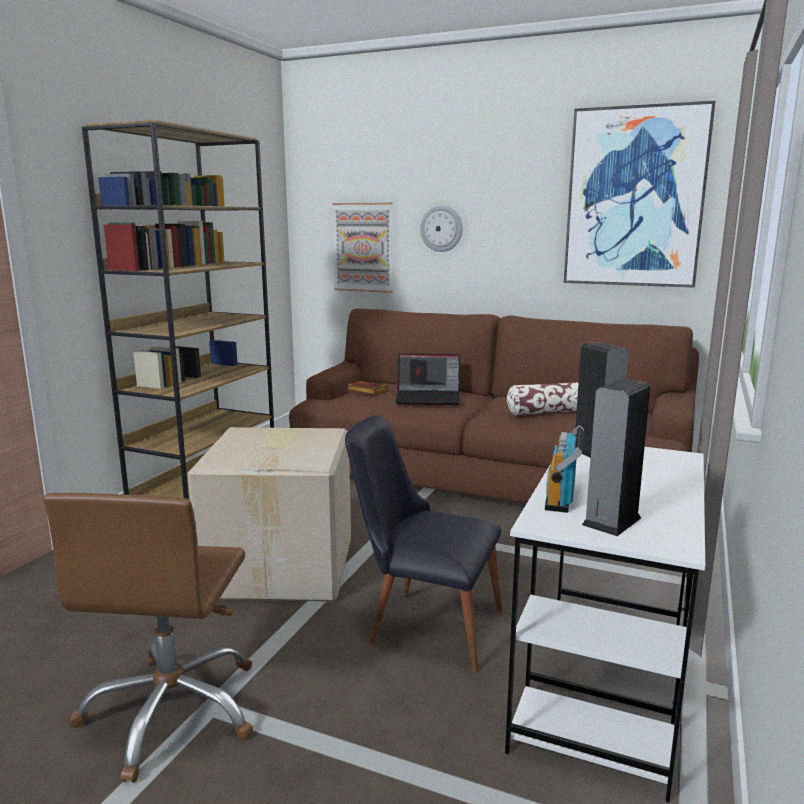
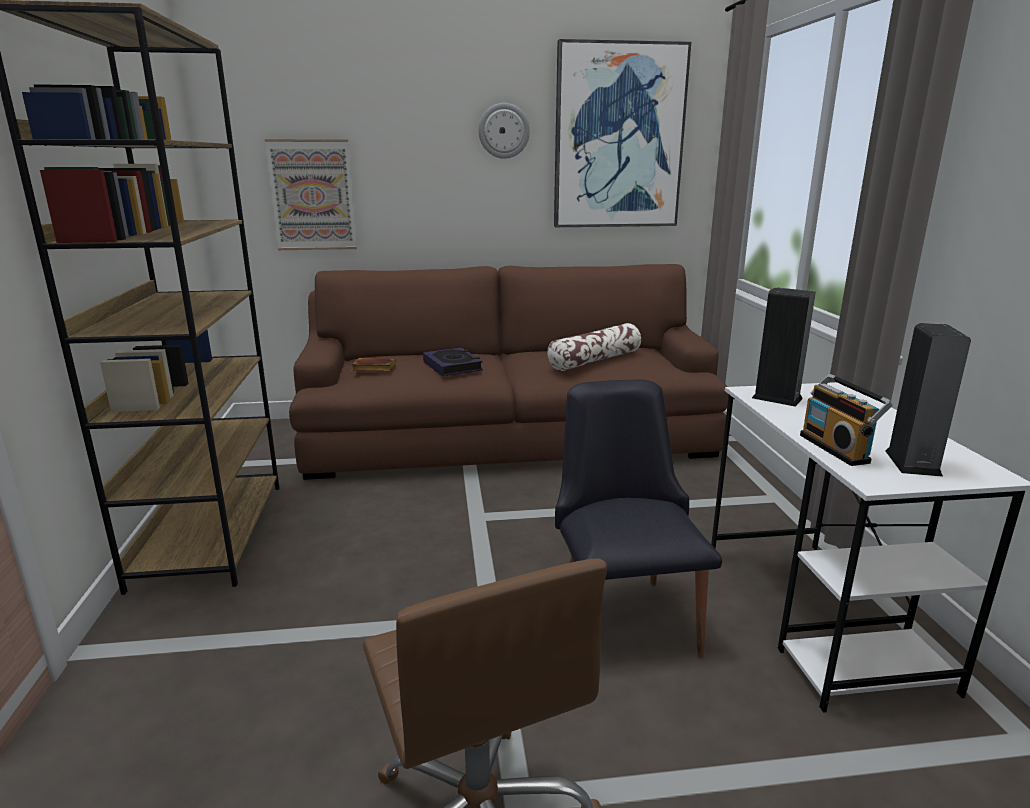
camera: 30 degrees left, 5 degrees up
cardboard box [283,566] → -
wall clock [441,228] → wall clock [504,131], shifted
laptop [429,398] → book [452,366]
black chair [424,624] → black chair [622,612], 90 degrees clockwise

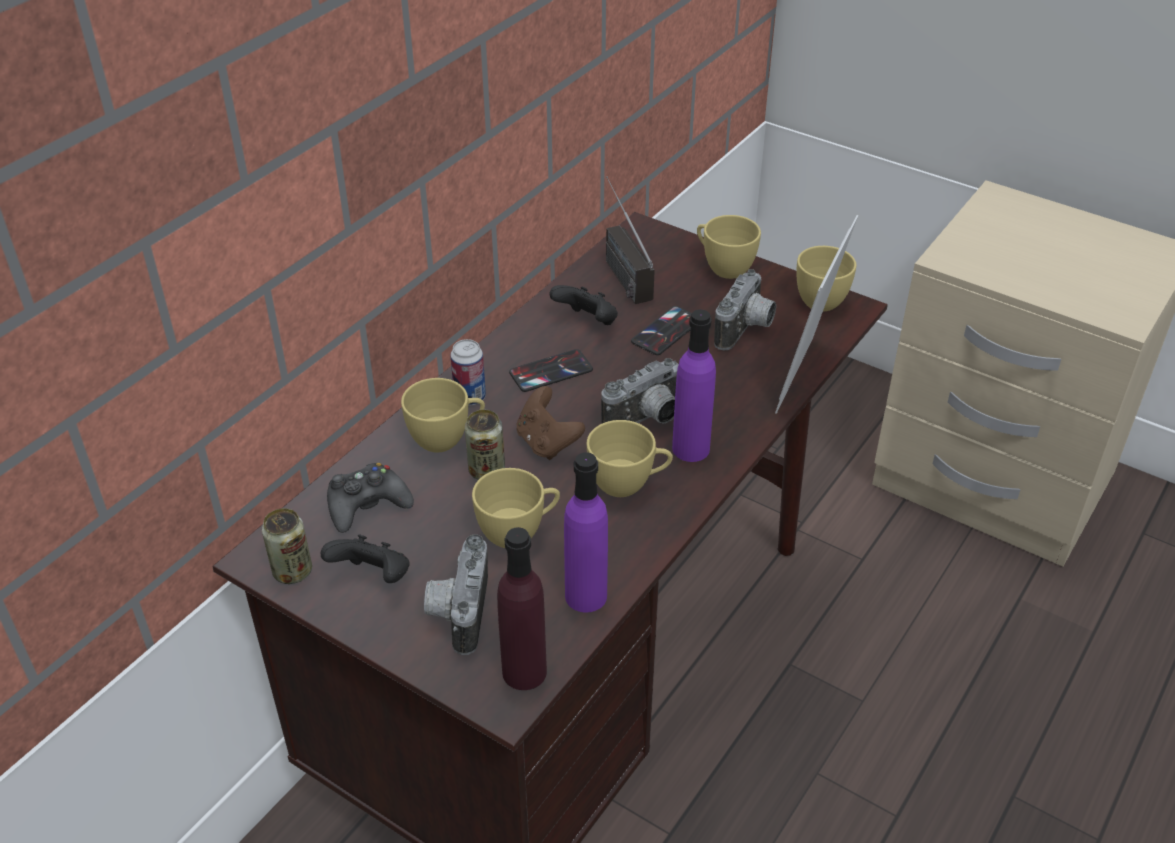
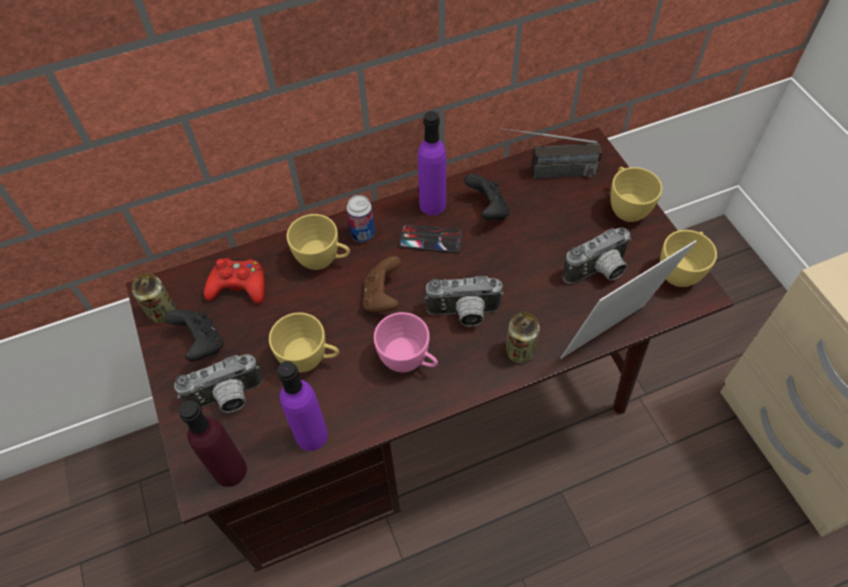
camera: 35 degrees right, 15 degrees up
phone [666,331] → -
can [486,470] → can [520,351], shifted
purple bottle [690,448] → purple bottle [432,204], shifted
black game controller [367,505] → red game controller [239,286]
yellow cup [628,484] → pink cup [409,361]
photo camera [457,612] → photo camera [227,399], 150 degrees counterclockwise
radio [618,269] → radio [546,173], 105 degrees counterclockwise

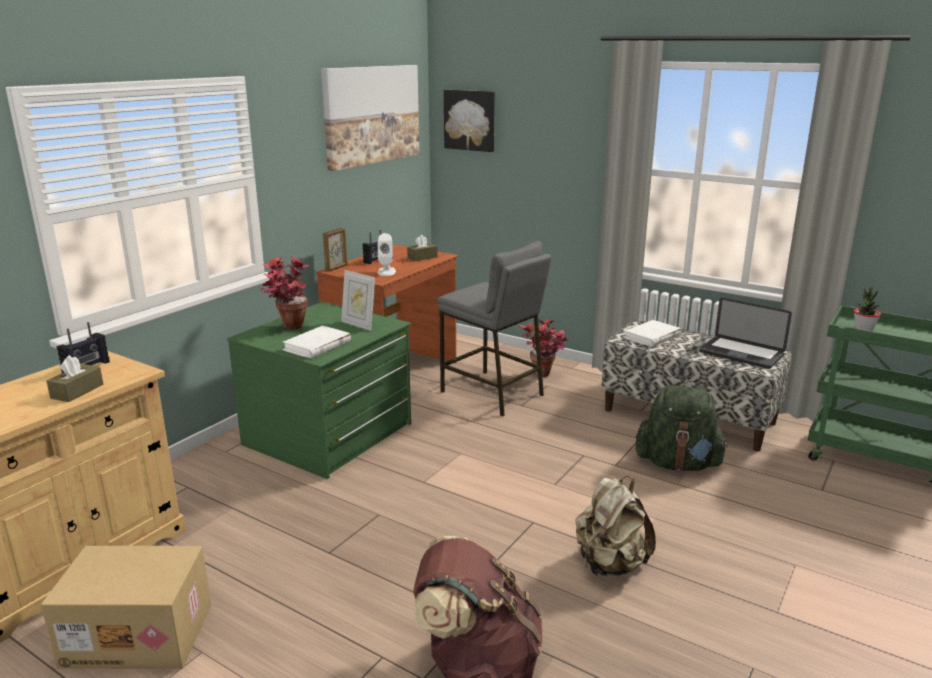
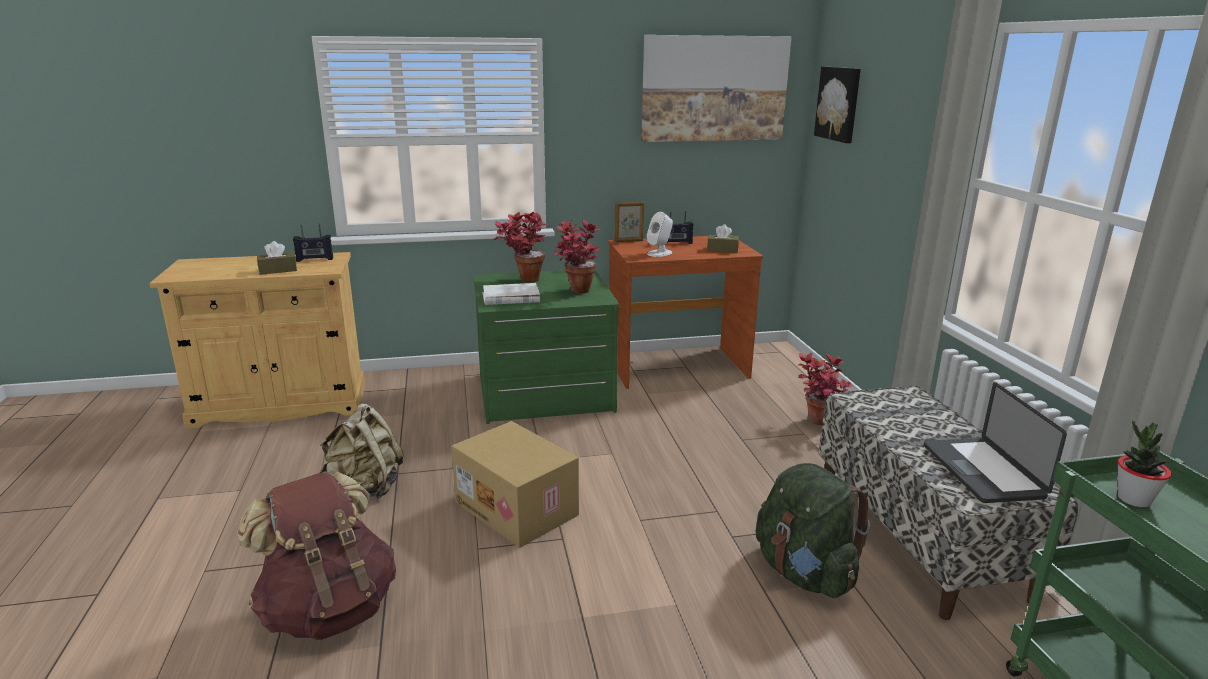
camera: 45 degrees right, 0 degrees up
grey stool [492,393] → -
white book [652,336] → -
cardboard box [140,633] → cardboard box [518,508], shifted
beige backpack [610,564] → beige backpack [366,488], shifted
picture frame [359,324] → potted plant [576,293]

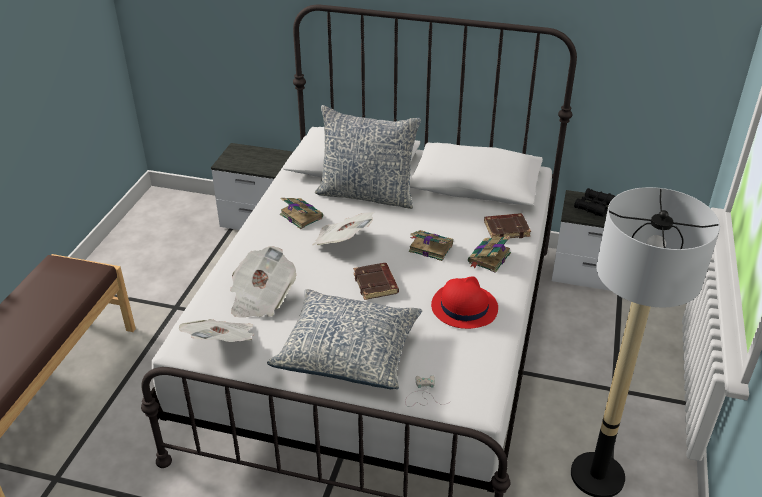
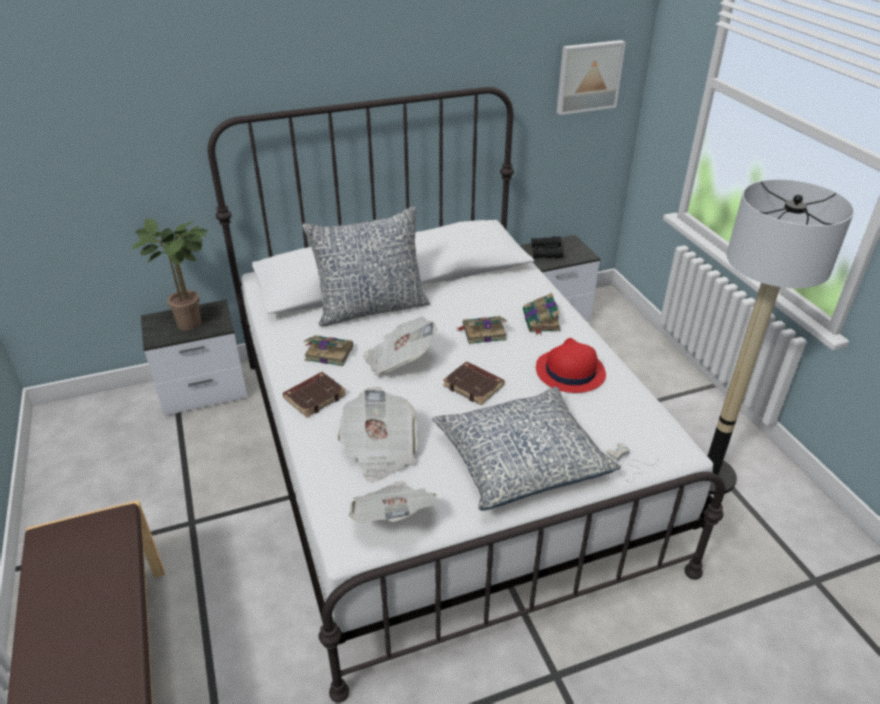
camera: 35 degrees left, 0 degrees up
- → potted plant [194,323]
- → picture [588,76]
brown book [507,229] → brown book [314,397], shifted

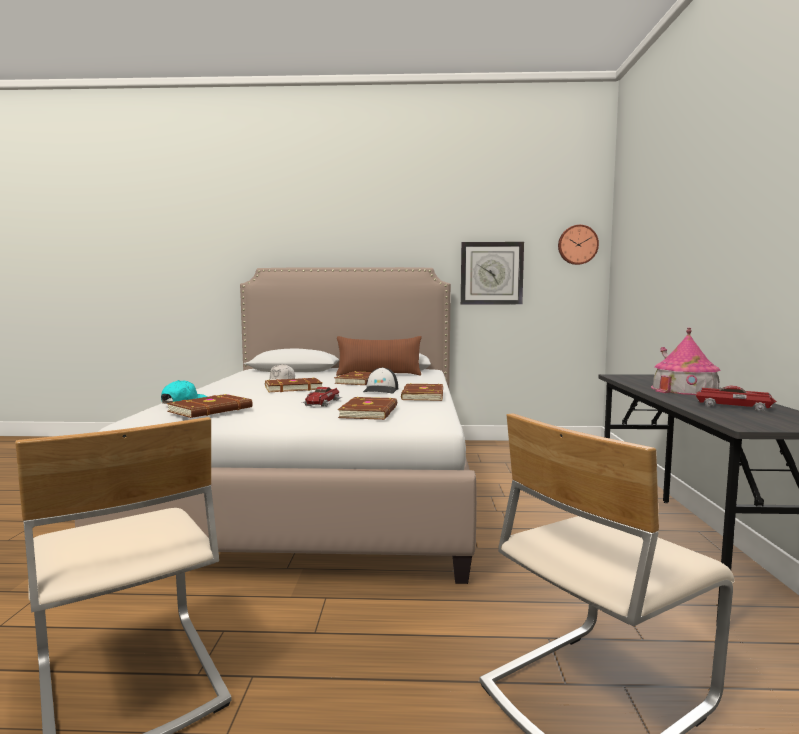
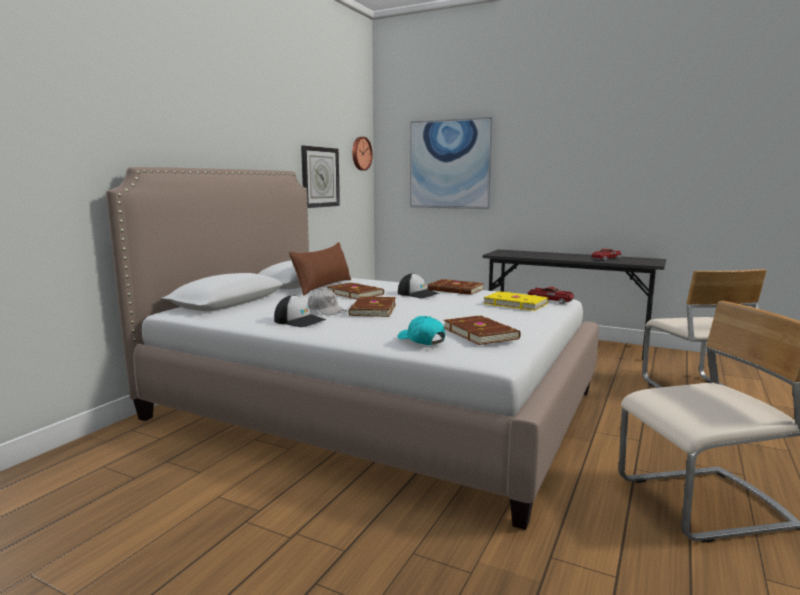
camera: 65 degrees left, 5 degrees up
toy house [685,389] → -
- → cap [300,321]
- → picture [450,164]
toy car [323,402] → toy car [551,300], shifted
brown book [370,412] → yellow book [515,303]

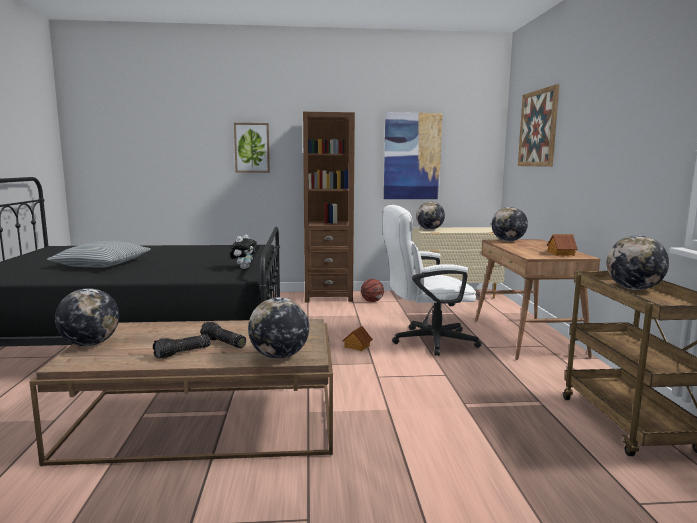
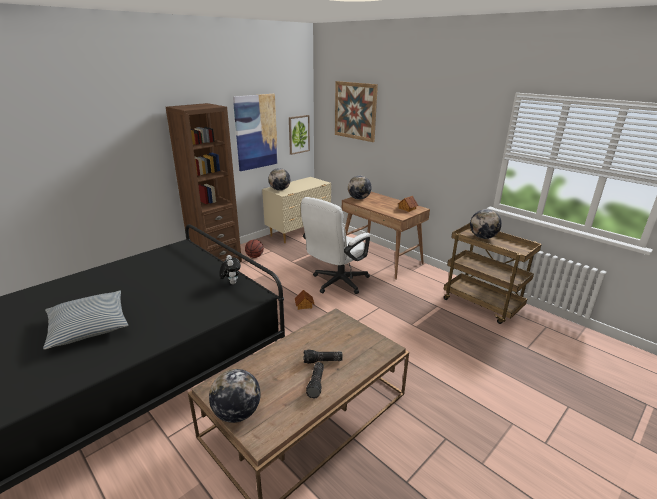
camera: 40 degrees left, 15 degrees up
globe [279,356] → -
picture [252,148] → picture [298,134], shifted

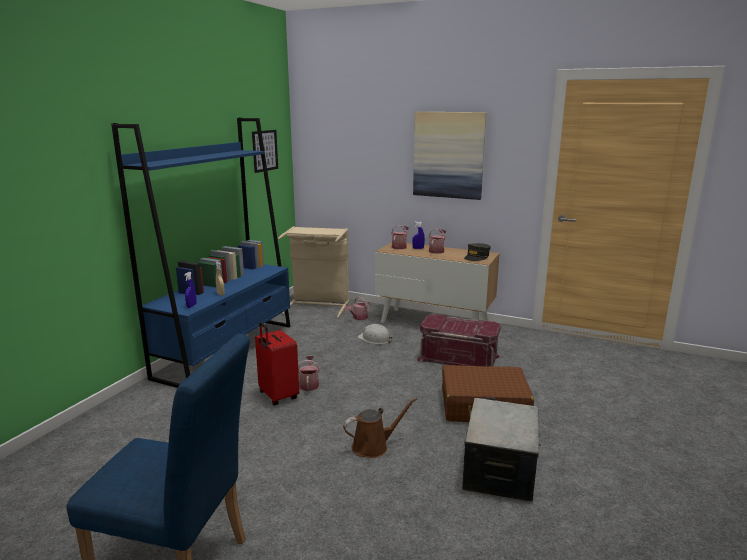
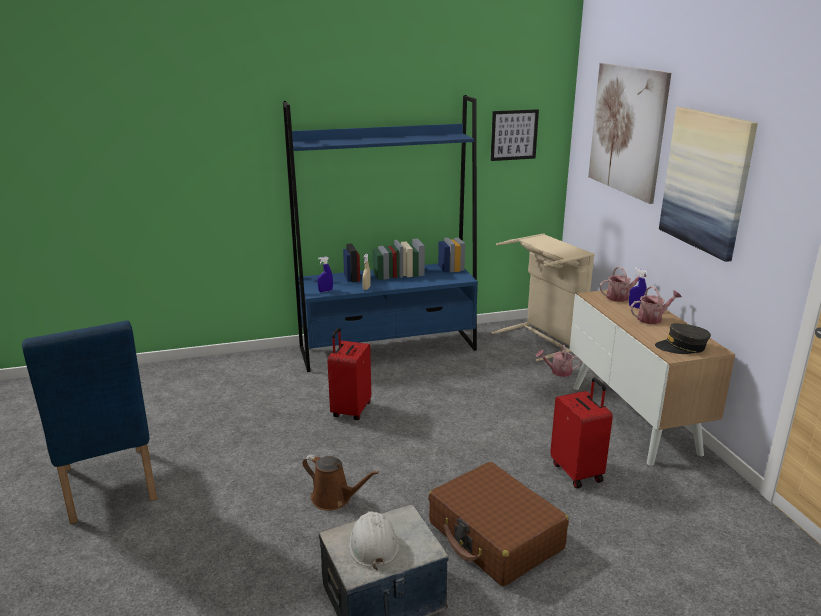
camera: 50 degrees right, 5 degrees up
watering can [309,384] → -
- → picture [627,130]
white hard hat [375,339] → white hard hat [373,544], shifted
red storage box [459,358] → red suitcase [578,472]

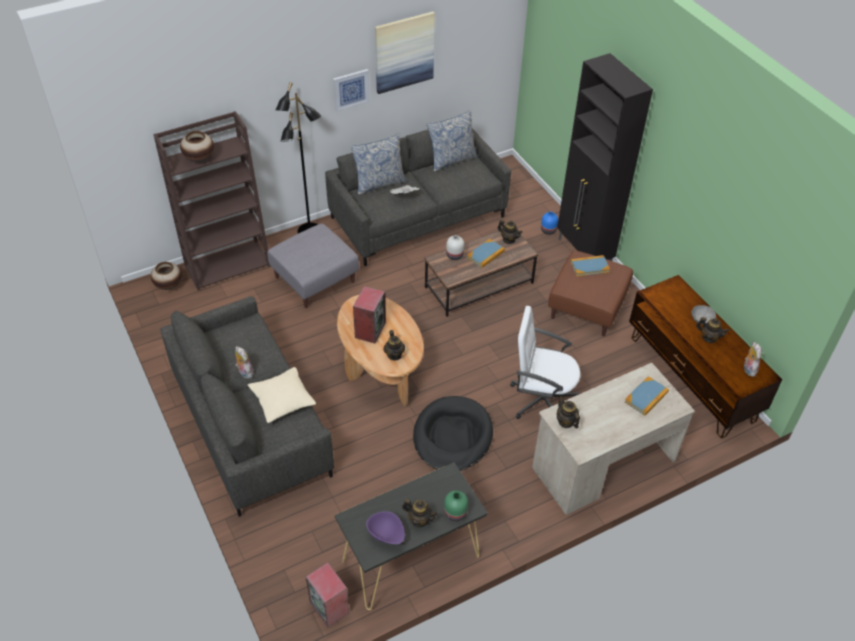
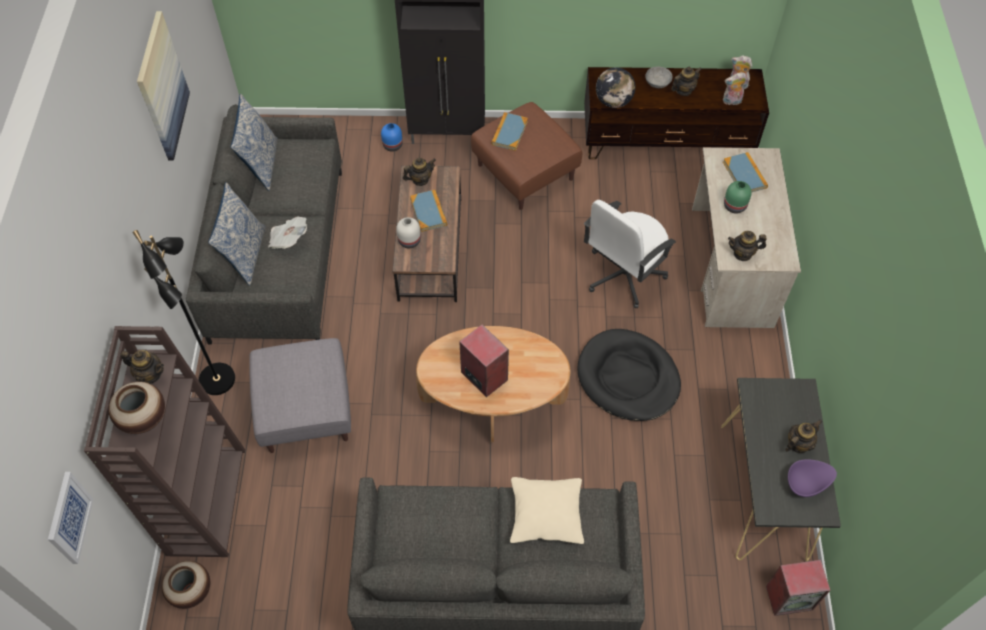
camera: 60 degrees left, 10 degrees up
- → globe [613,101]
plush toy [244,372] → plush toy [731,101], shifted
picture [351,89] → picture [68,518], shifted
teapot [394,355] → teapot [150,374], shifted
green vase [454,513] → green vase [734,206], shifted

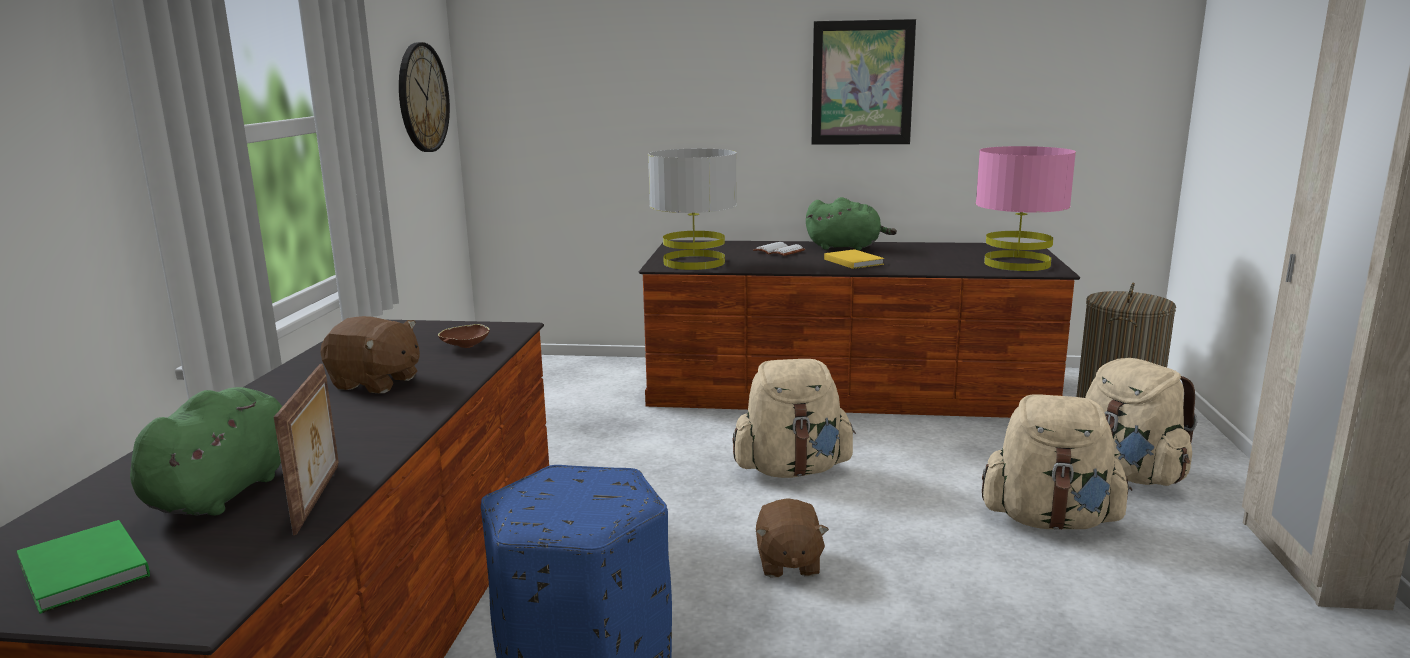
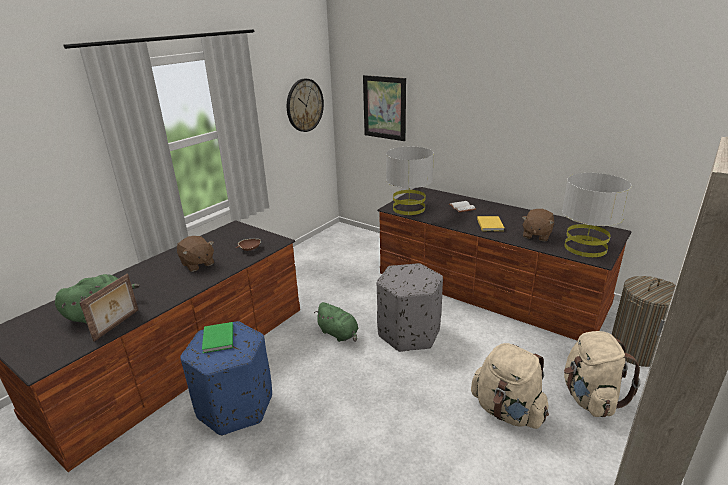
camera: 30 degrees right, 10 degrees up
green book [82,572] → green book [217,339], shifted
brown plush toy [788,563] → brown plush toy [536,235], shifted
green plush toy [846,247] → green plush toy [339,334], shifted
picture [862,83] → picture [384,108], shifted
beige backpack [792,469] → grey ottoman [409,333]
pink table lamp [1017,264] → grey table lamp [585,248]

